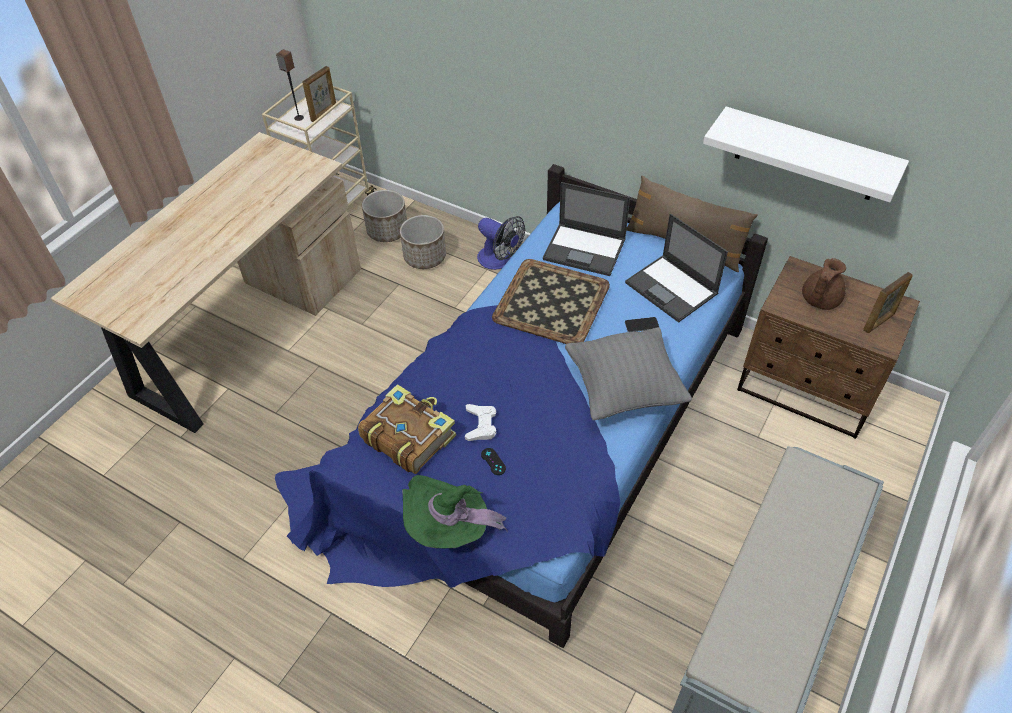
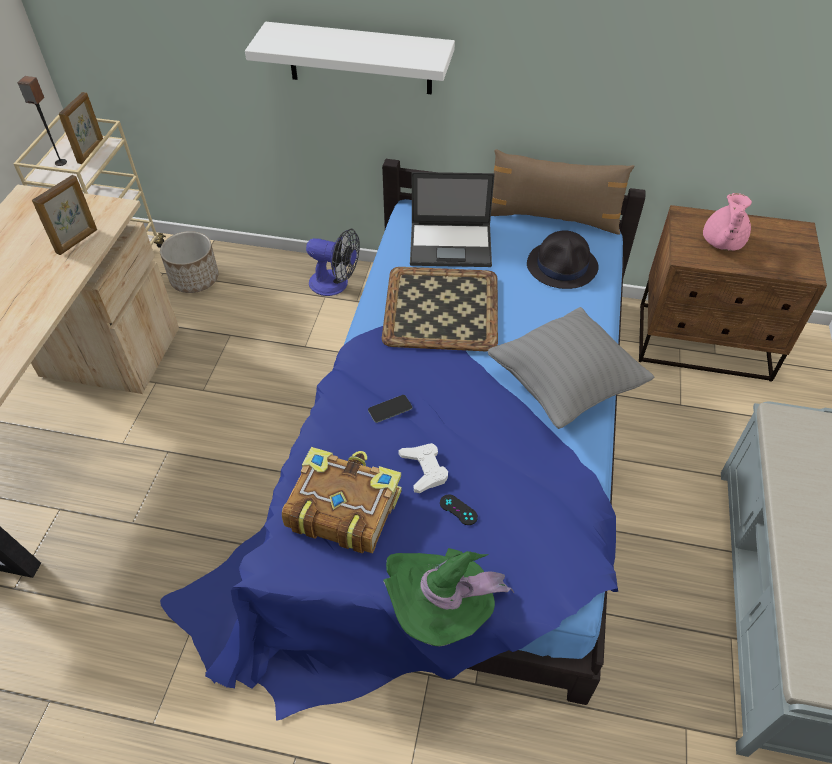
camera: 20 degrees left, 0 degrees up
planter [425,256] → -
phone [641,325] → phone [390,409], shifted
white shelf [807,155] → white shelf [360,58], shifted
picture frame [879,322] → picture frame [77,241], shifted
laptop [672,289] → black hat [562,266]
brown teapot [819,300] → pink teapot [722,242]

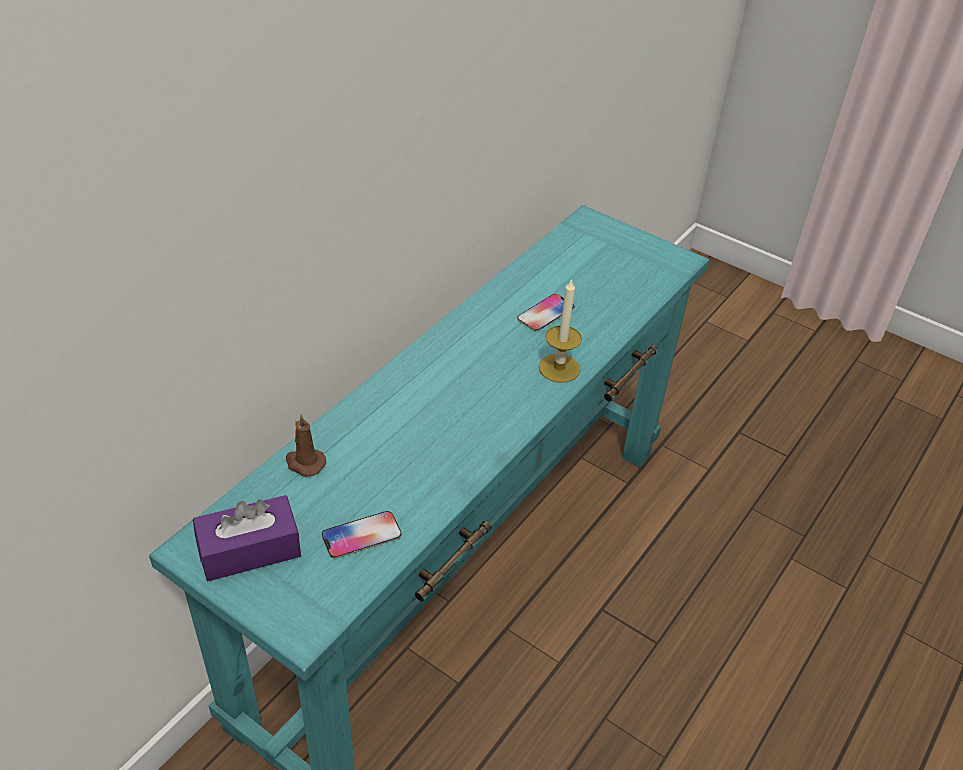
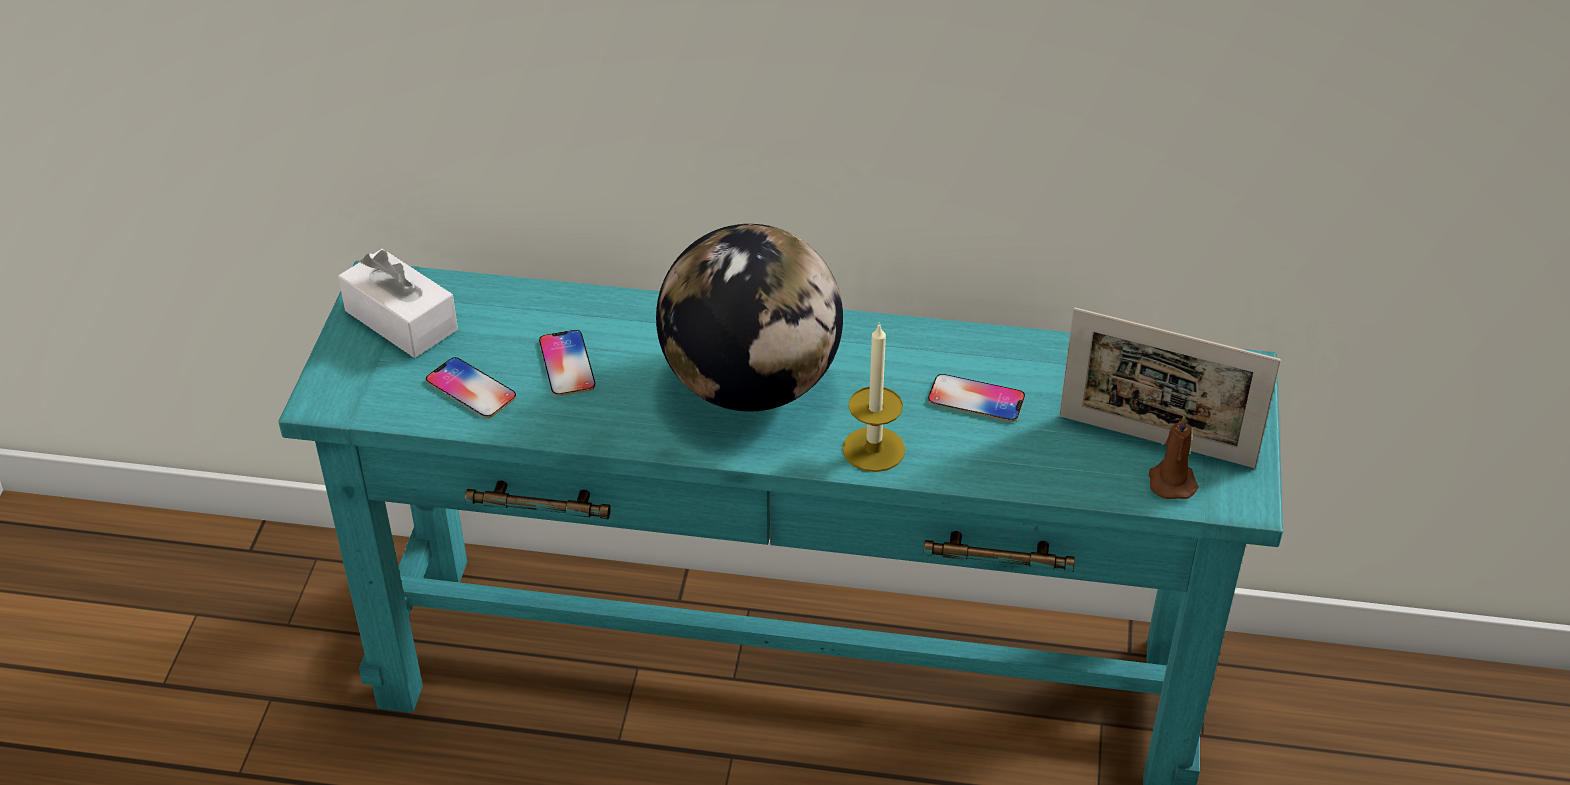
camera: 65 degrees right, 0 degrees up
- → phone [567,364]
- → globe [750,386]
- → picture frame [1156,441]
brown candle [304,463] → brown candle [1171,481], shifted
purple tissue box [249,550] → white tissue box [401,320]

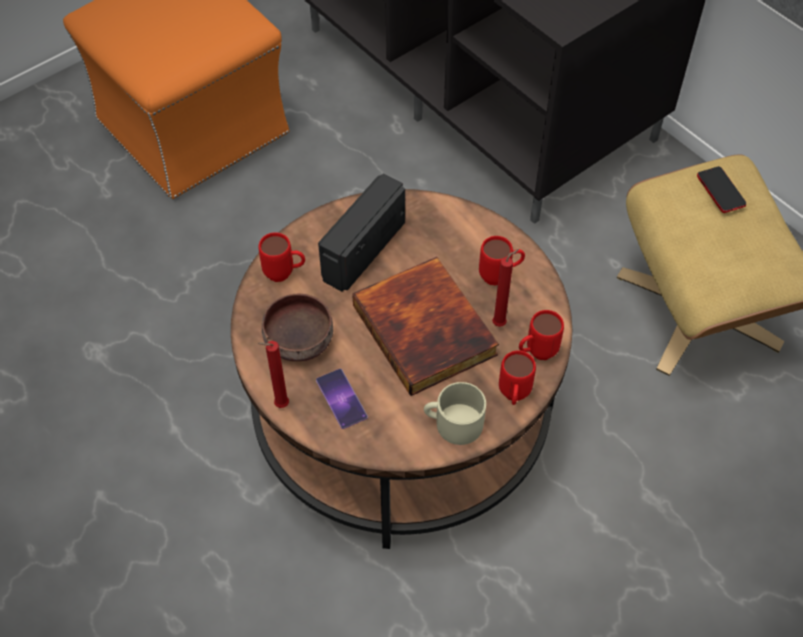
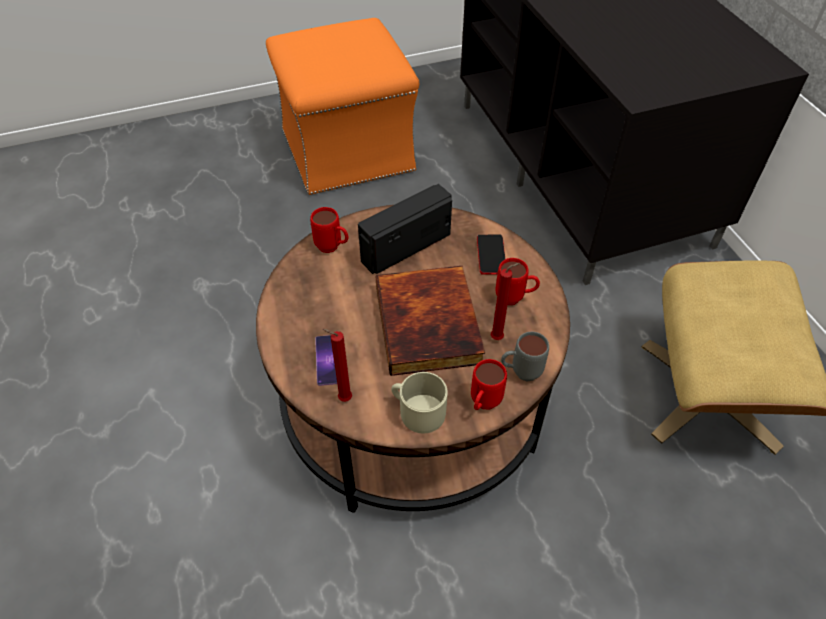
camera: 20 degrees right, 5 degrees down
brown bowl [301,339] → -
red candle [279,405] → red candle [342,398], shifted
phone [721,190] → phone [491,255], shifted
red mug [536,353] → grey mug [520,373]

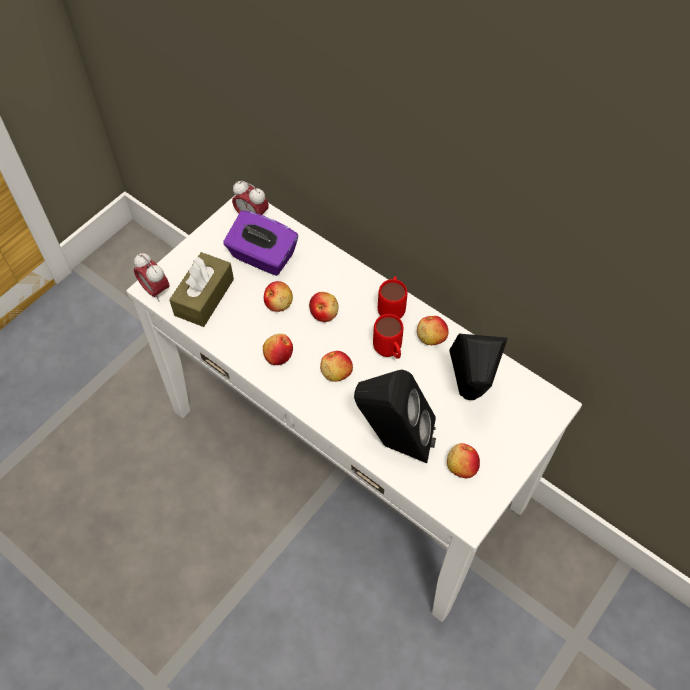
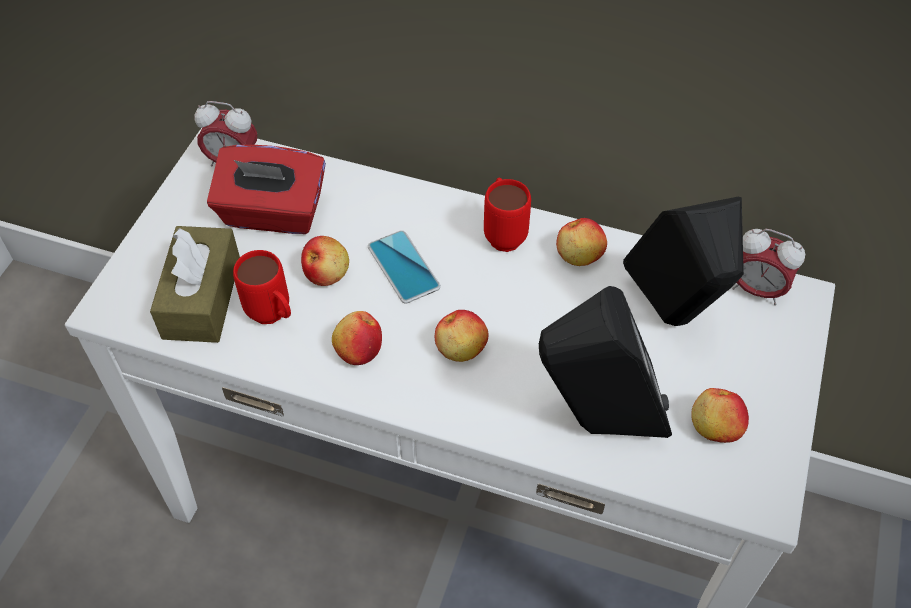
camera: 20 degrees left, 5 degrees down
alarm clock [155,290] → alarm clock [756,290], shifted
red mug [389,353] → red mug [274,317], shifted
apple [324,313] → phone [403,267]
purple tissue box [262,257] → red tissue box [272,214]

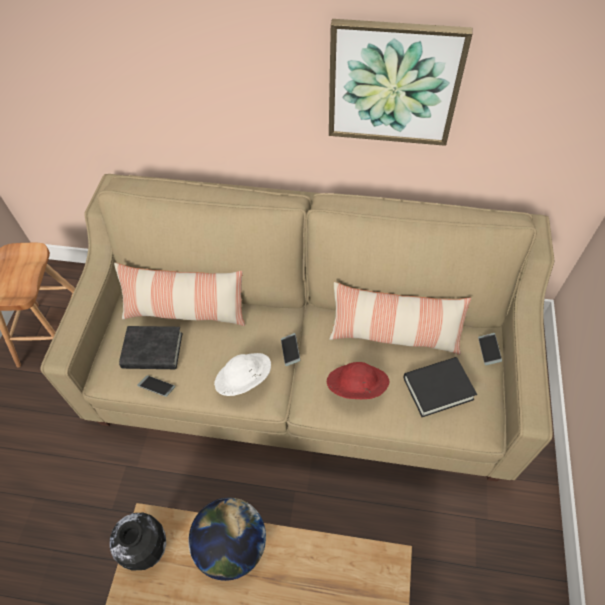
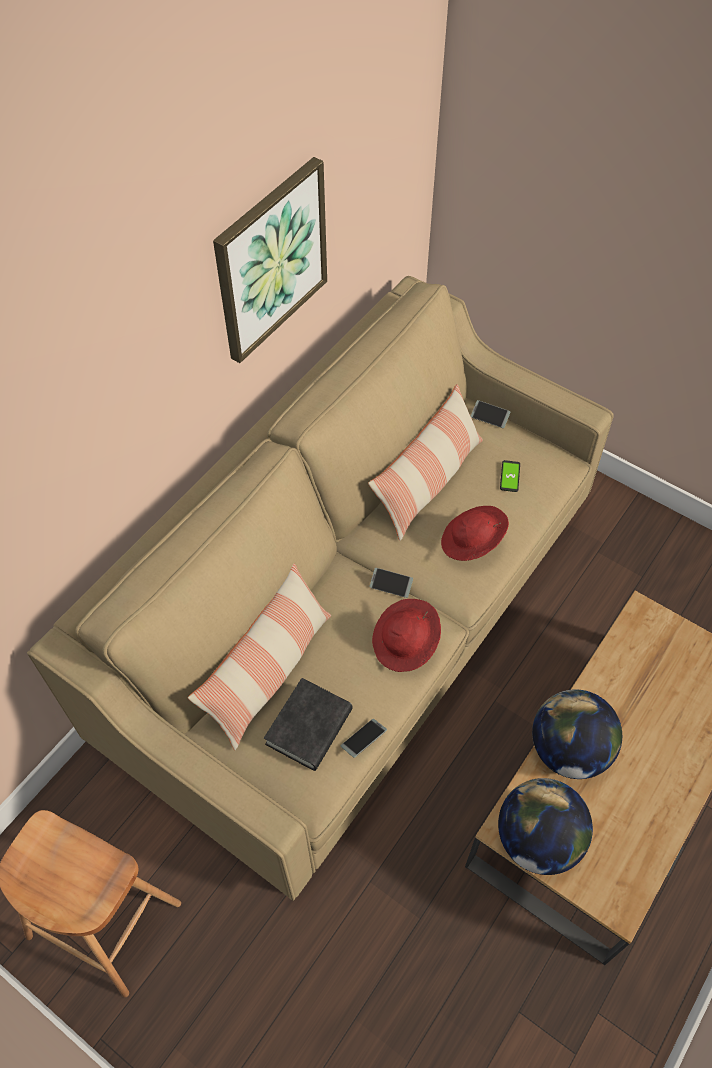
camera: 65 degrees left, 0 degrees up
vase [148,550] → globe [537,839]
black book [438,388] → phone [509,476]
white hat [244,380] → red hat [405,644]

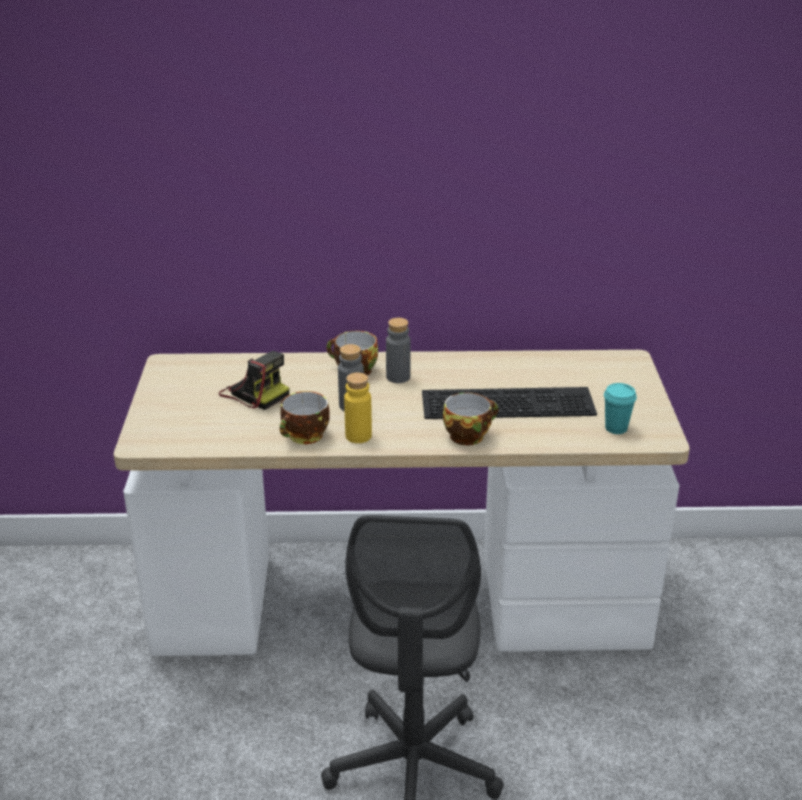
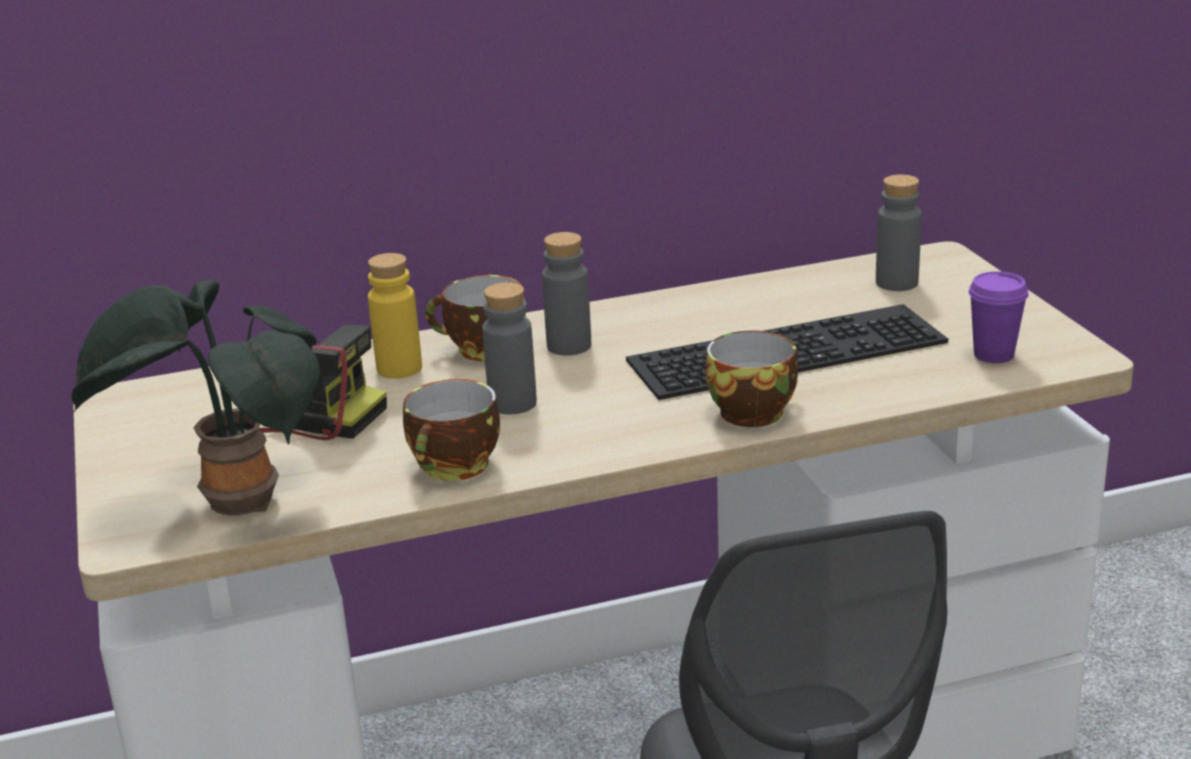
camera: 15 degrees left, 5 degrees down
- → potted plant [232,504]
- → grey bottle [896,283]
yellow bottle [358,436] → yellow bottle [399,368], shifted
turquoise cup [616,428] → purple cup [993,355]

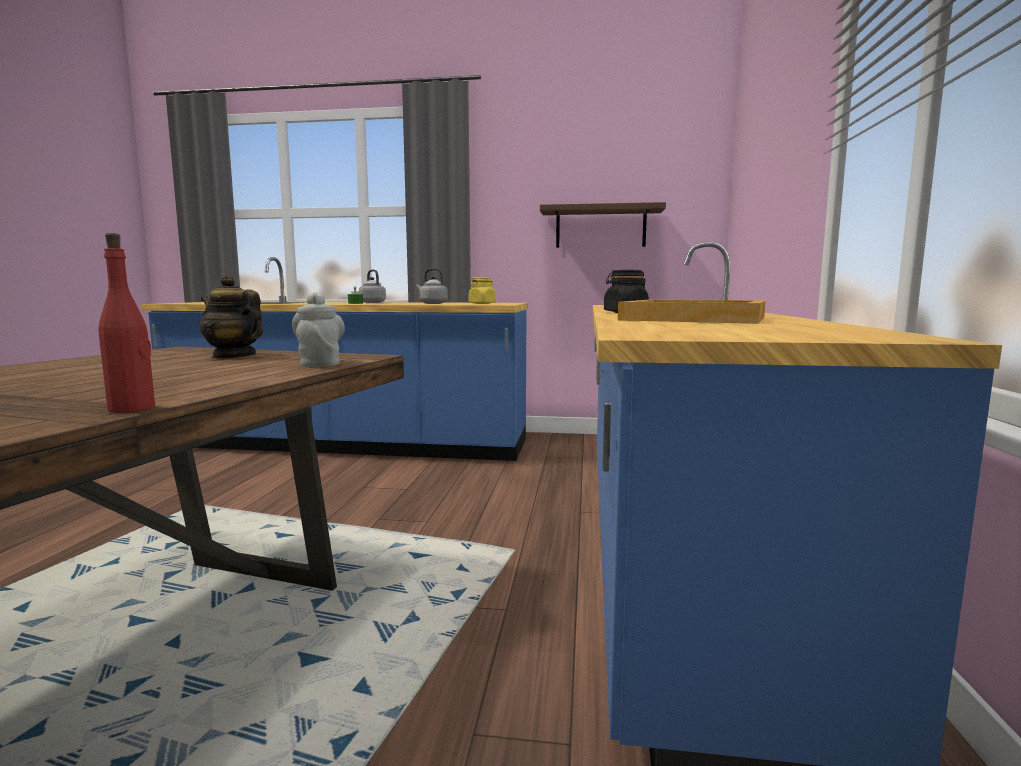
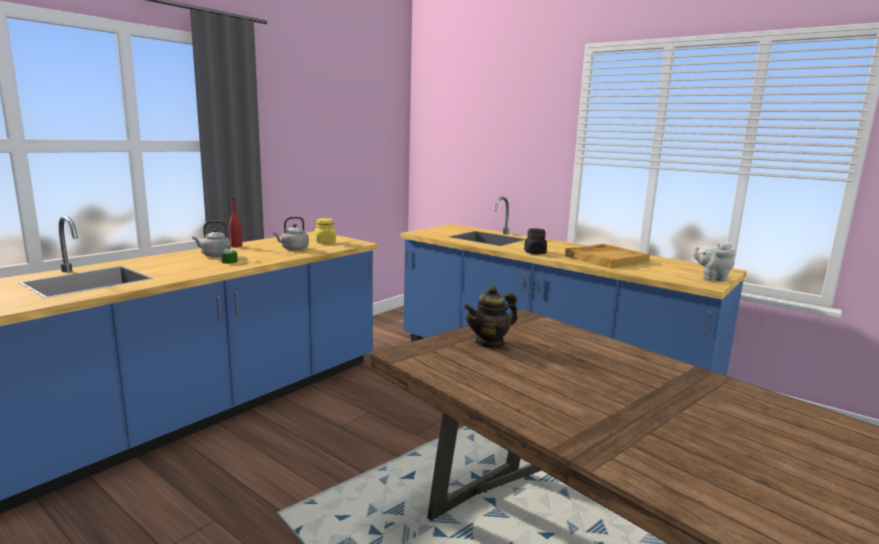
camera: 60 degrees left, 5 degrees up
shelf [600,227] → -
red bottle [132,409] → red bottle [236,246], shifted
grey teapot [320,364] → grey teapot [712,278], shifted

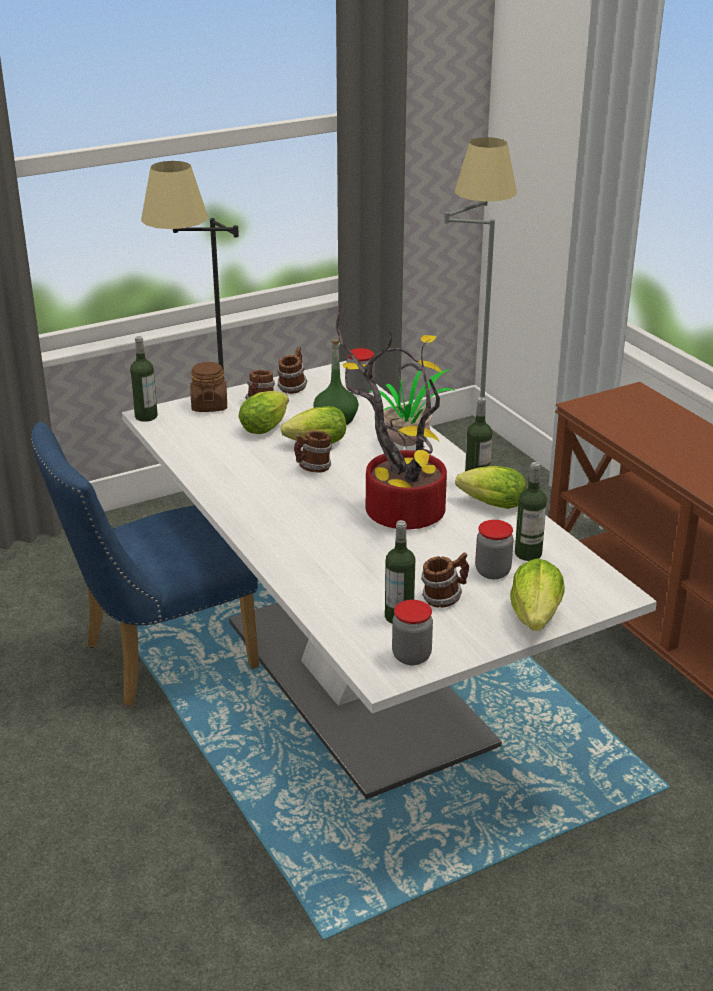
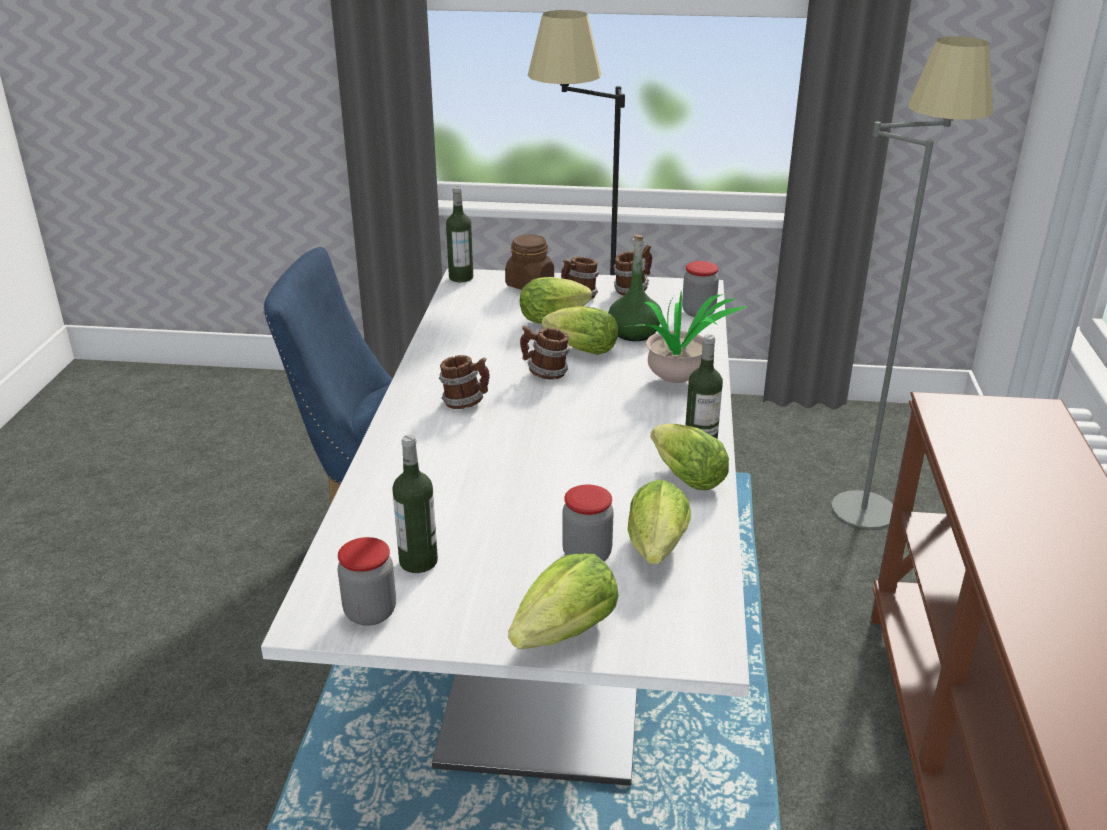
camera: 35 degrees right, 0 degrees up
potted plant [397,511] → -
mug [444,598] → mug [466,403], shifted
bottle [528,553] → lettuce [656,551]

